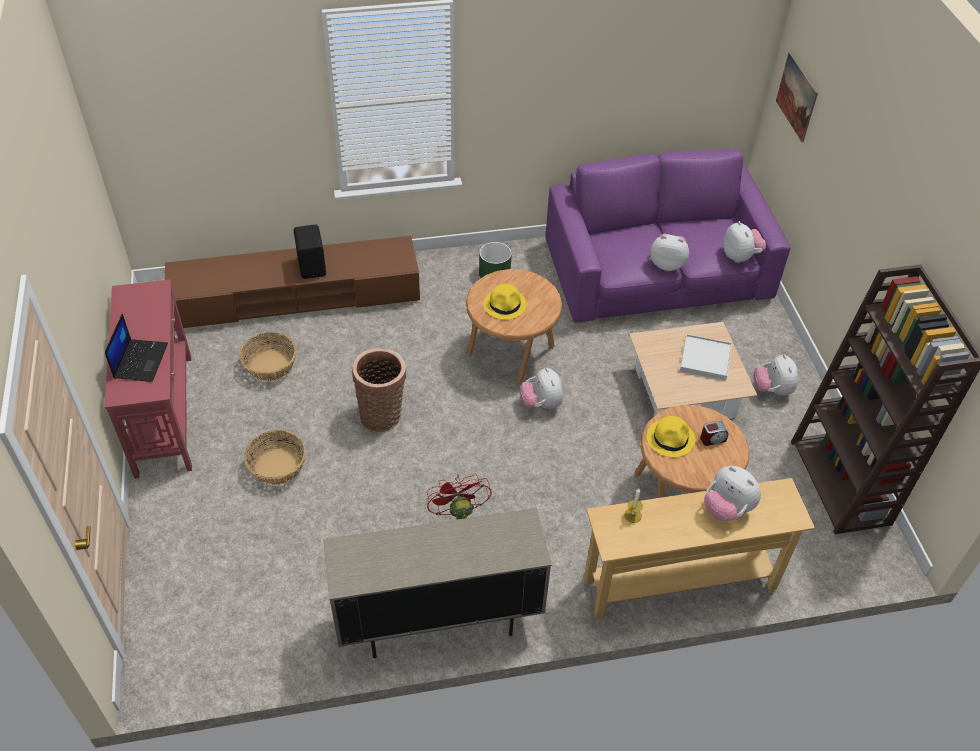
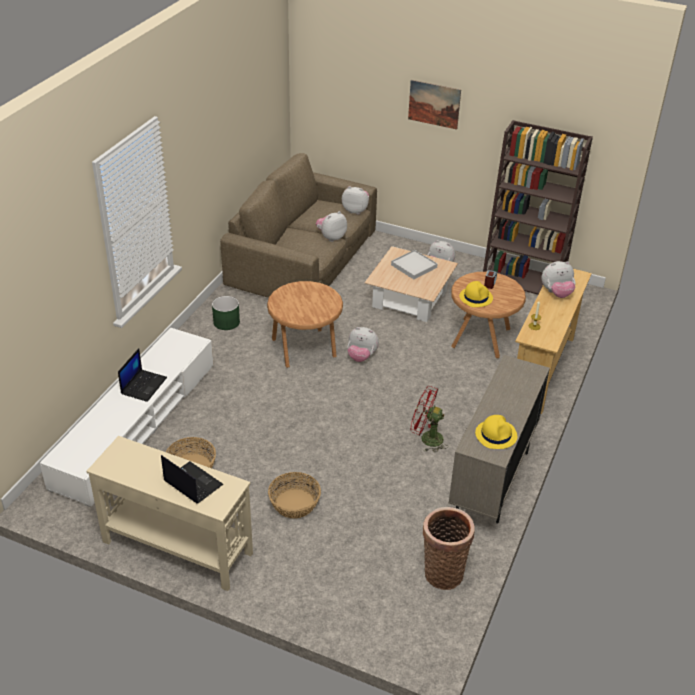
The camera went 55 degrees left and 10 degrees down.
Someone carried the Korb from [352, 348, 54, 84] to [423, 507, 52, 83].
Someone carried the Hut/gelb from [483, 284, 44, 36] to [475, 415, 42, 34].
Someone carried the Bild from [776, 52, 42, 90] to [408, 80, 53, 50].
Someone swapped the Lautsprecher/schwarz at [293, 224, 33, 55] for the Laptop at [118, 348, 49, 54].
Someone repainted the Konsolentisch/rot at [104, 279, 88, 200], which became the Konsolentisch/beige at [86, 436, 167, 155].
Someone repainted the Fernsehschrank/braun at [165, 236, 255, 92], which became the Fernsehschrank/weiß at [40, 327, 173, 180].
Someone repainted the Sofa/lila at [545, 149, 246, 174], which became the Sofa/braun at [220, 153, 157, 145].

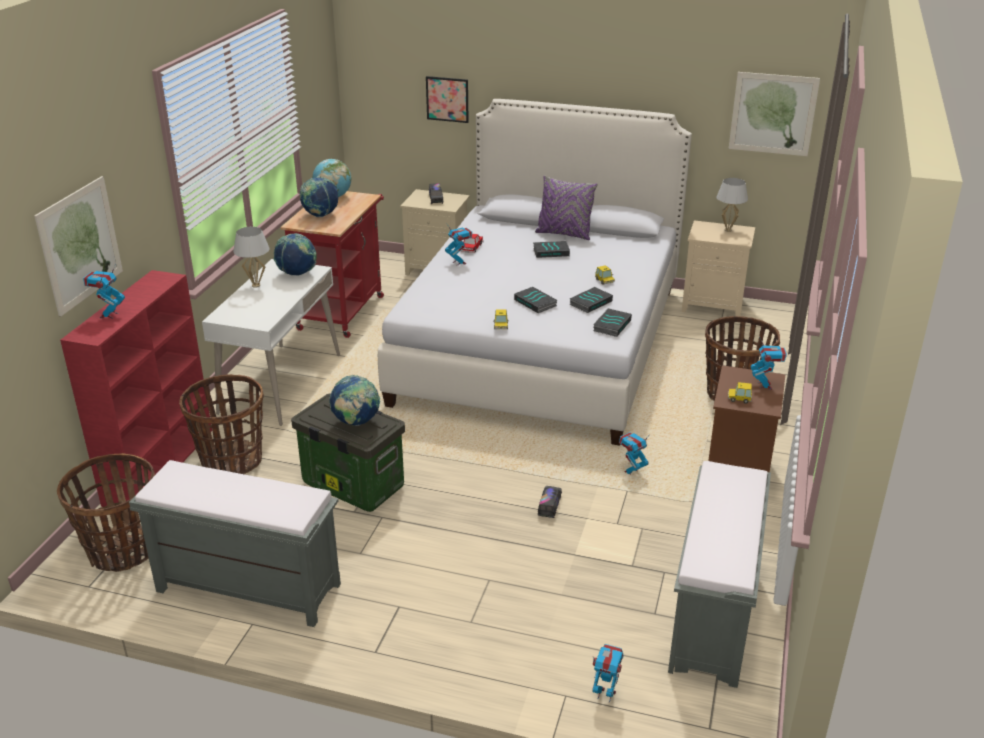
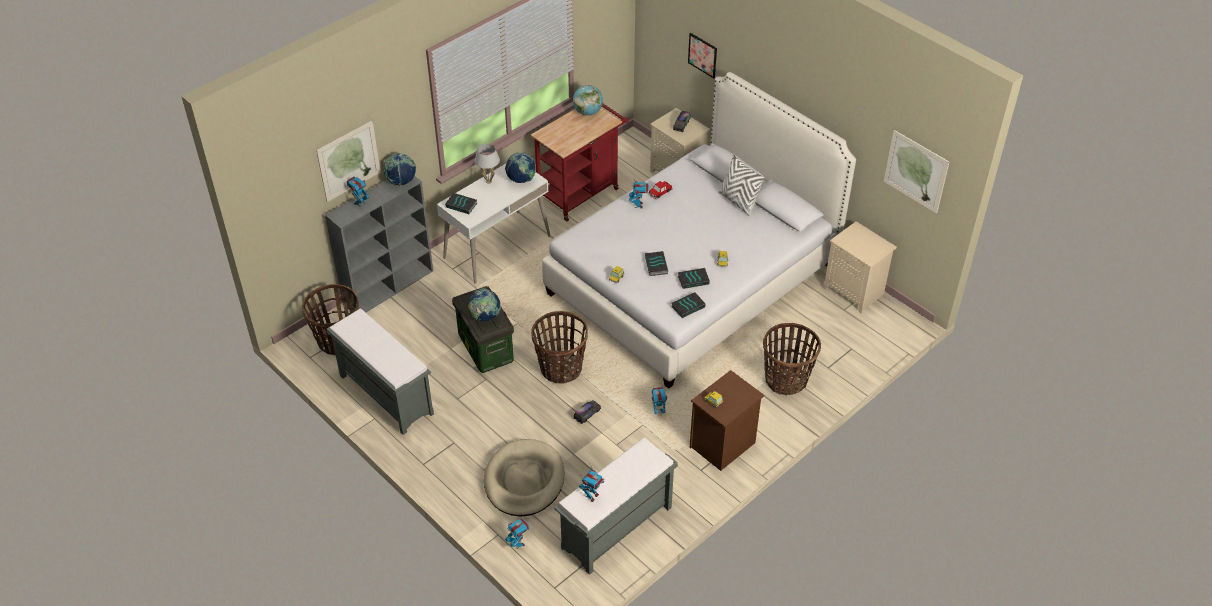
The camera went 30 degrees right and 15 degrees up.
Someone took away the Tischlampe/weiß at [716, 178, 32, 54].
Someone put down the Hundebett/beige at [484, 439, 81, 78].
Someone carried the Korb from [179, 374, 85, 100] to [531, 311, 57, 73].
Someone carried the Globus from [300, 176, 38, 41] to [383, 153, 33, 33].
Someone carried the Buch from [533, 241, 37, 17] to [445, 193, 32, 21].
Someone carried the Spielzeugroboter from [751, 336, 36, 54] to [579, 465, 25, 37].
Someone repainted the Bücherregal/rot at [60, 270, 152, 237], which became the Bücherregal/grau at [325, 176, 108, 136].
Someone repainted the Kissen/lila at [535, 175, 63, 65], which became the Kissen/weiß at [719, 154, 46, 62].

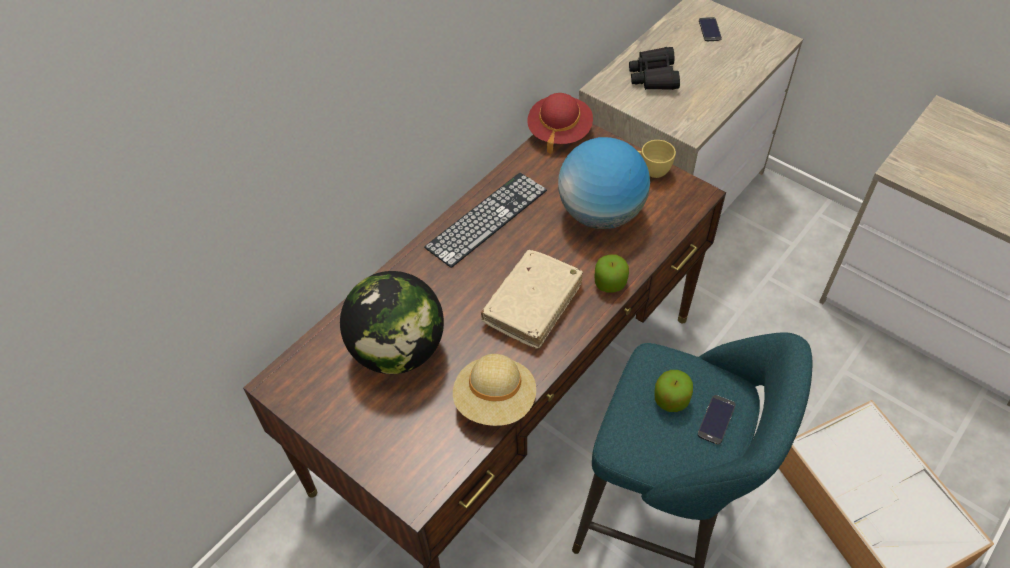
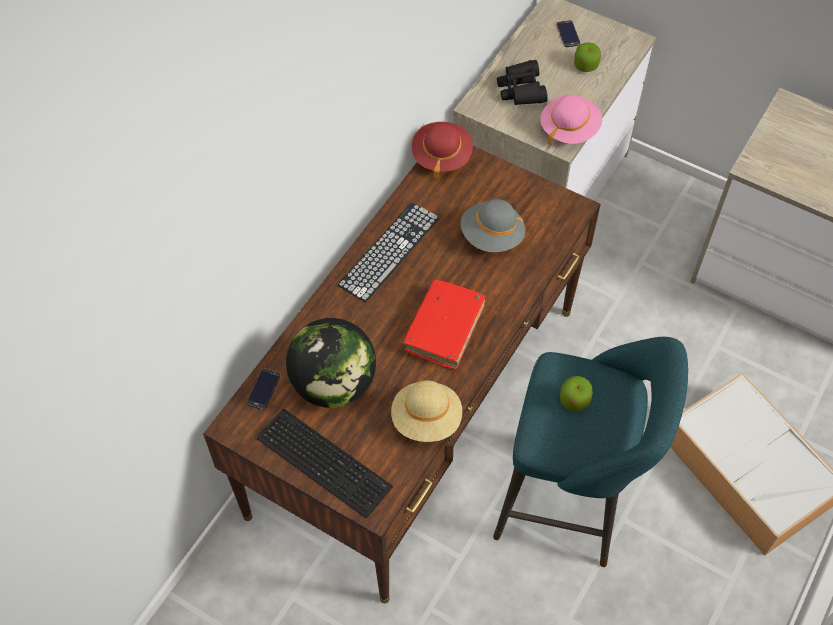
The camera went 10 degrees left and 5 degrees up.
Someone took away the Tasse/gelb at [638, 140, 38, 38].
Someone put down the Tastatur at [257, 409, 136, 109].
Someone put down the Hut/rosa at [540, 95, 62, 51].
Someone carried the Apfel from [595, 254, 34, 39] to [574, 42, 27, 30].
Someone carried the Handy from [698, 395, 38, 50] to [247, 369, 33, 41].
Someone swapped the Globus at [558, 137, 92, 92] for the Hut/grau at [461, 199, 64, 53].
Someone repainted the Buch/beige at [481, 250, 102, 99], which became the Buch/rot at [402, 280, 84, 89].

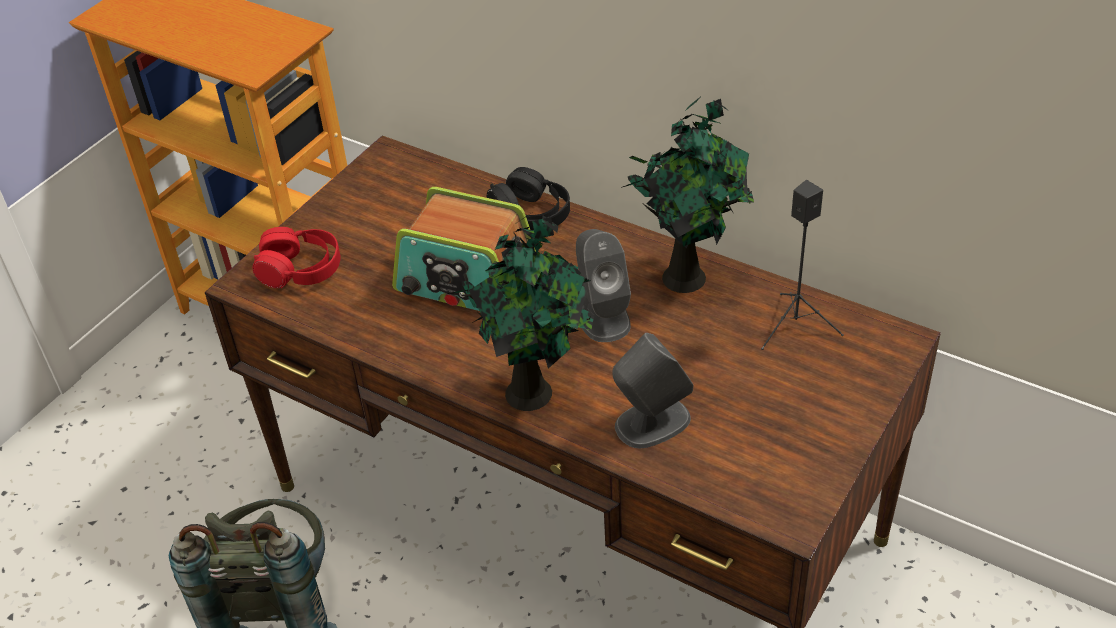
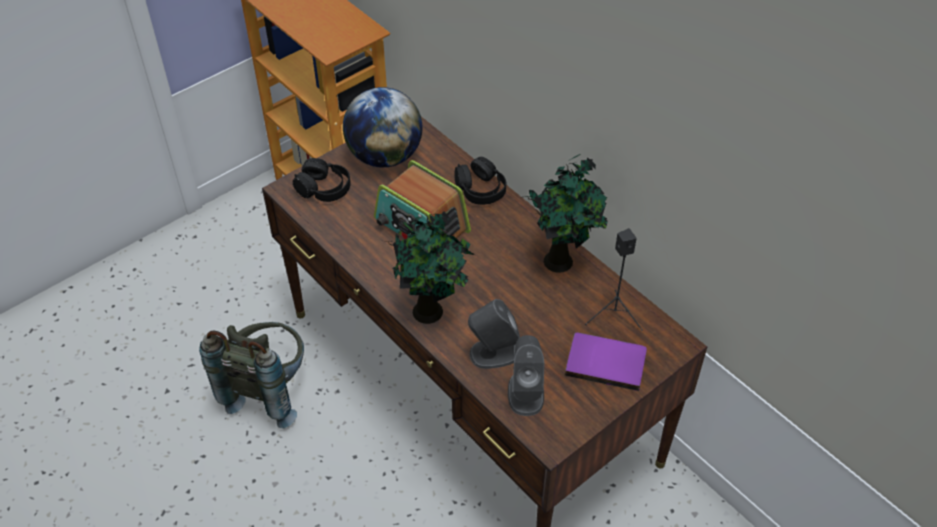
The camera went 15 degrees right and 5 degrees up.
Someone put down the Globus at [343, 87, 80, 81].
Someone put down the Buch/lila at [565, 333, 82, 58].
Someone carried the Lautsprecher/grau from [576, 229, 55, 113] to [508, 335, 37, 81].
Someone repainted the Kopfhörer/rot at [252, 227, 89, 61], which became the Kopfhörer/schwarz at [293, 158, 58, 44].

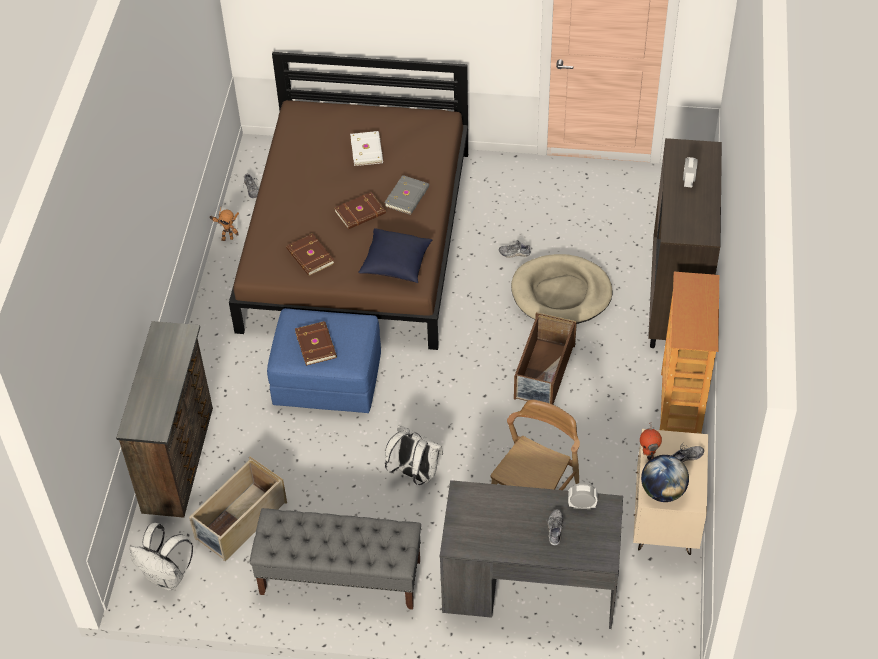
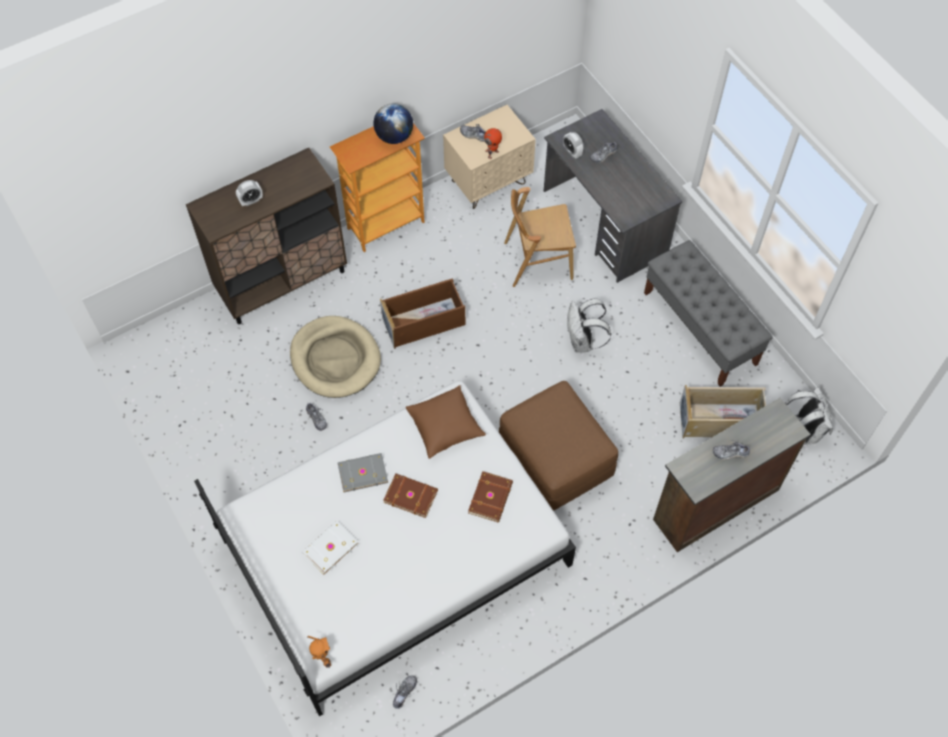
The camera went 130 degrees left and 10 degrees up.
Someone took away the Buch/braun at [295, 321, 42, 45].
Someone put down the Schuh at [713, 440, 37, 20].
Someone carried the Spielzeugroboter from [209, 208, 30, 33] to [307, 636, 24, 32].
Someone carried the Globus from [641, 455, 48, 47] to [374, 104, 39, 40].
Someone repainted the Bett/braun at [229, 52, 239, 298], which became the Bett/weiß at [194, 380, 382, 337].
Someone repainted the Polsterhocker/blau at [267, 308, 114, 105], which became the Polsterhocker/braun at [499, 381, 119, 130].
Someone repainted the Kissen/blau at [358, 228, 74, 55], which became the Kissen/braun at [406, 385, 80, 74].

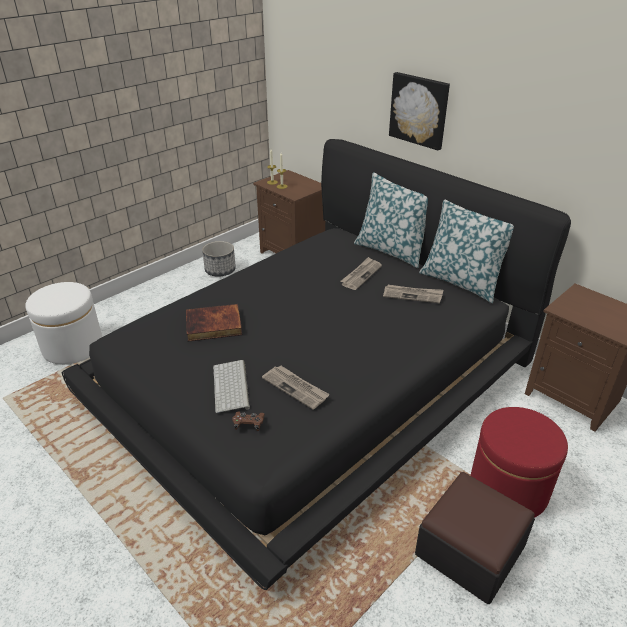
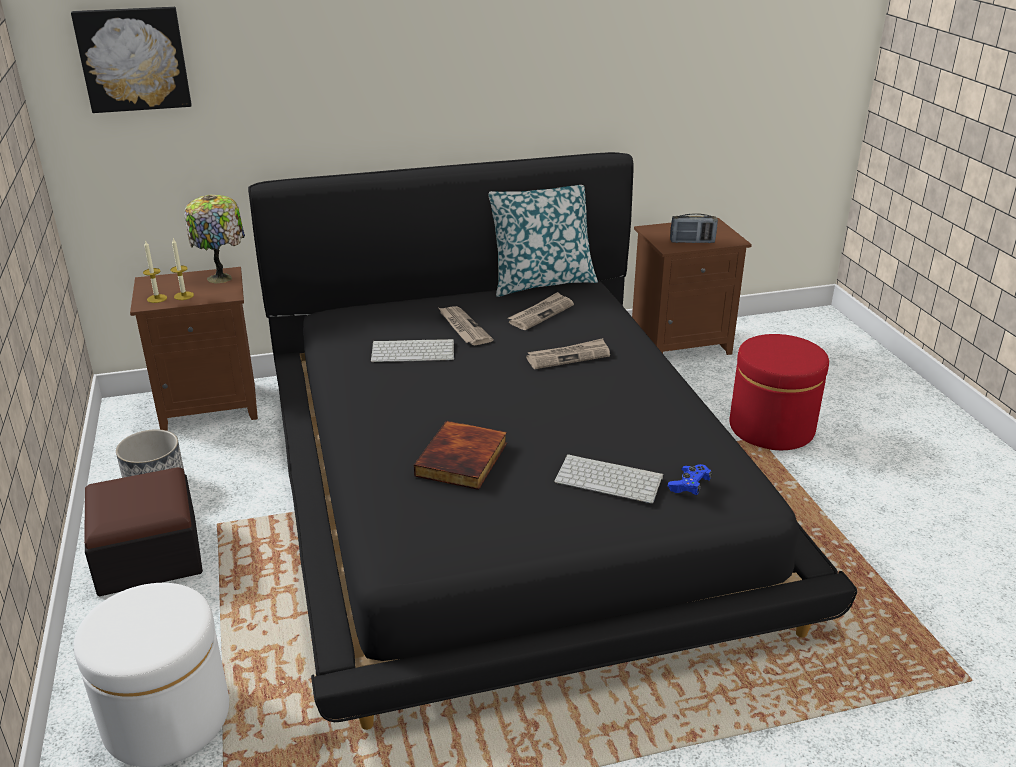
The camera went 60 degrees left and 5 degrees down.
Someone took away the Kissen at [354, 172, 74, 96].
Someone put down the Tischlampe at [184, 195, 61, 88].
Someone put down the Tastatur at [371, 339, 83, 23].
Someone put down the Radio at [670, 213, 48, 30].
Someone carried the Zeitung from [262, 366, 68, 43] to [526, 338, 84, 31].
Someone carried the Bild from [389, 72, 61, 78] to [71, 7, 121, 106].
Someone carried the Polsterhocker from [415, 472, 120, 132] to [84, 467, 119, 129].
Someone repainted the Gamepad/braun at [232, 412, 33, 19], which became the Gamepad/blau at [668, 464, 44, 31].

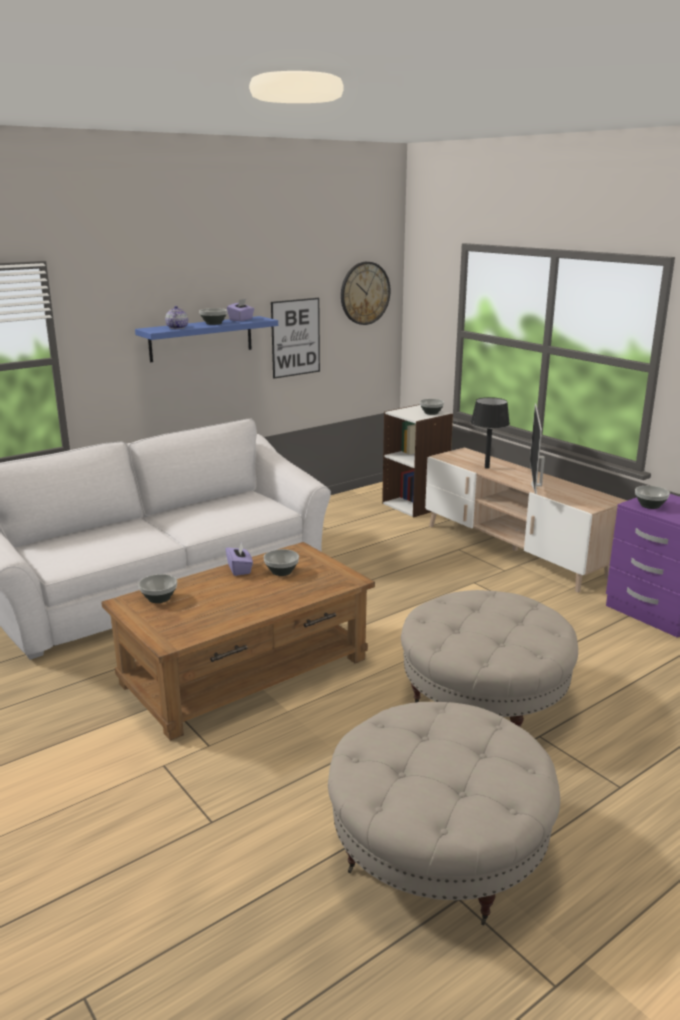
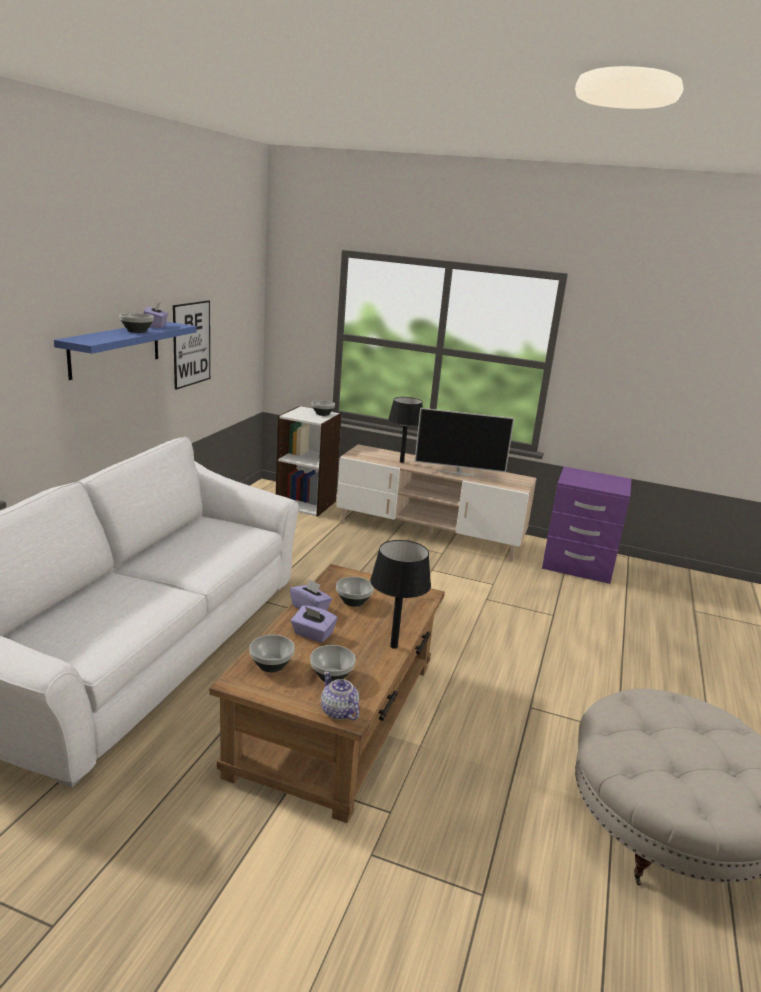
The camera went 35 degrees left and 0 degrees up.
Someone took away the Wanduhr at [341, 262, 49, 63].
Someone took away the Polsterhocker/beige at [401, 590, 177, 137].
Someone put down the Taschentuchbox/lila at [291, 605, 46, 38].
Someone put down the Tischlampe/schwarz at [370, 540, 61, 109].
Someone carried the Teekanne from [165, 306, 23, 23] to [321, 672, 38, 48].
Someone carried the Schüssel from [635, 486, 35, 23] to [310, 645, 46, 37].
Someone rotated the Fernseher at [530, 403, 15, 91] by 60 degrees counterclockwise.

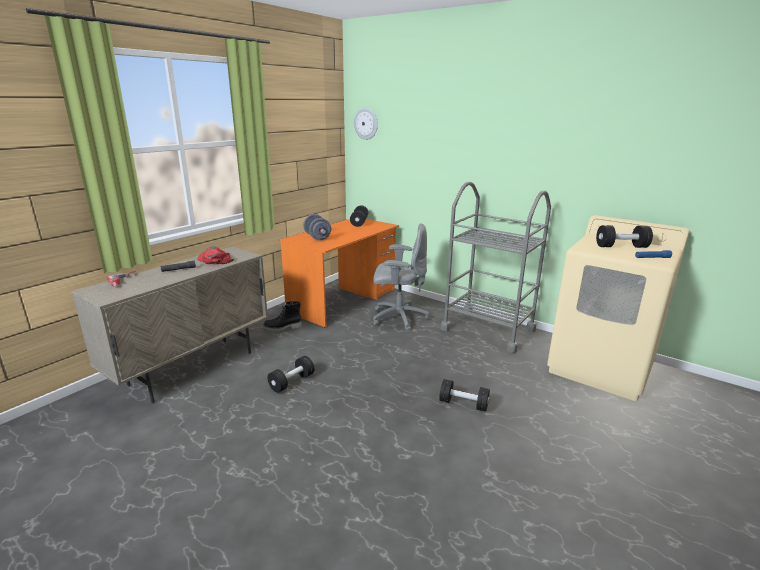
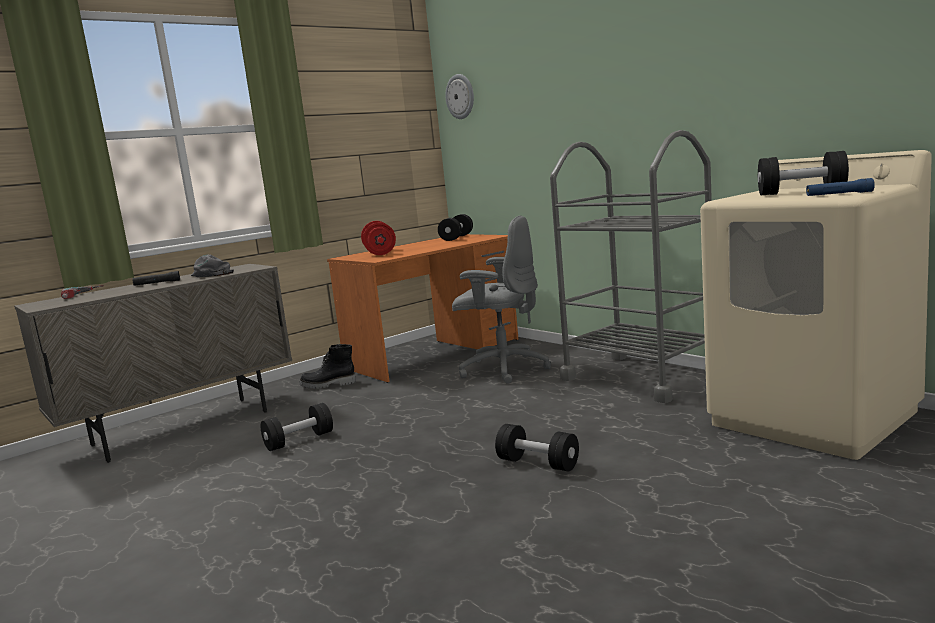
The camera went 15 degrees right and 10 degrees down.
Someone repainted the Kappe/rot at [197, 246, 37, 18], which became the Kappe/grau at [191, 254, 43, 23].
Someone repainted the Hantel/grau at [303, 214, 28, 26], which became the Hantel/rot at [361, 221, 35, 34].

